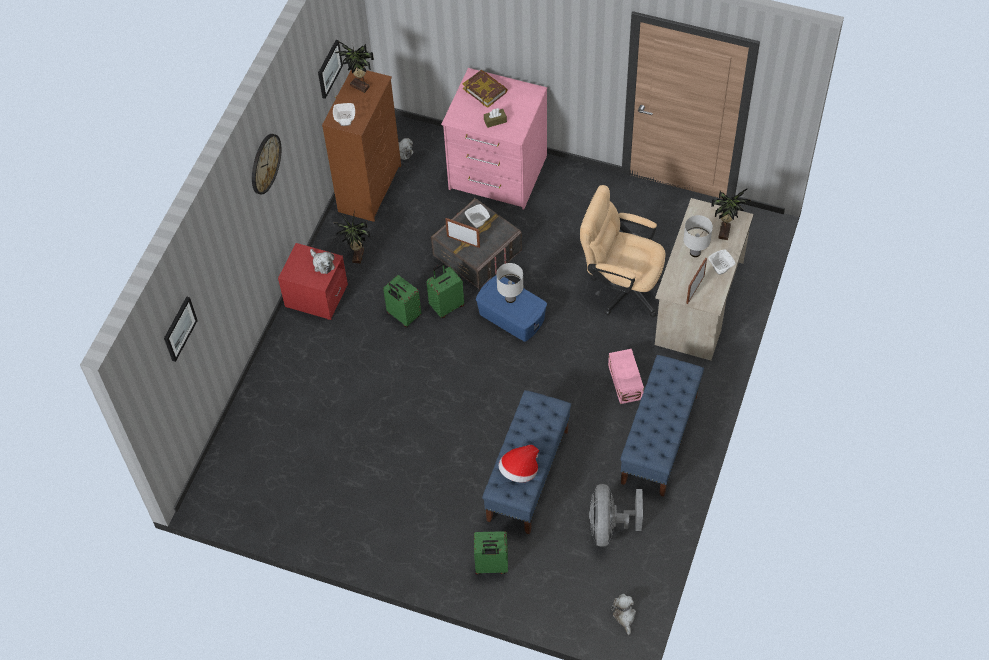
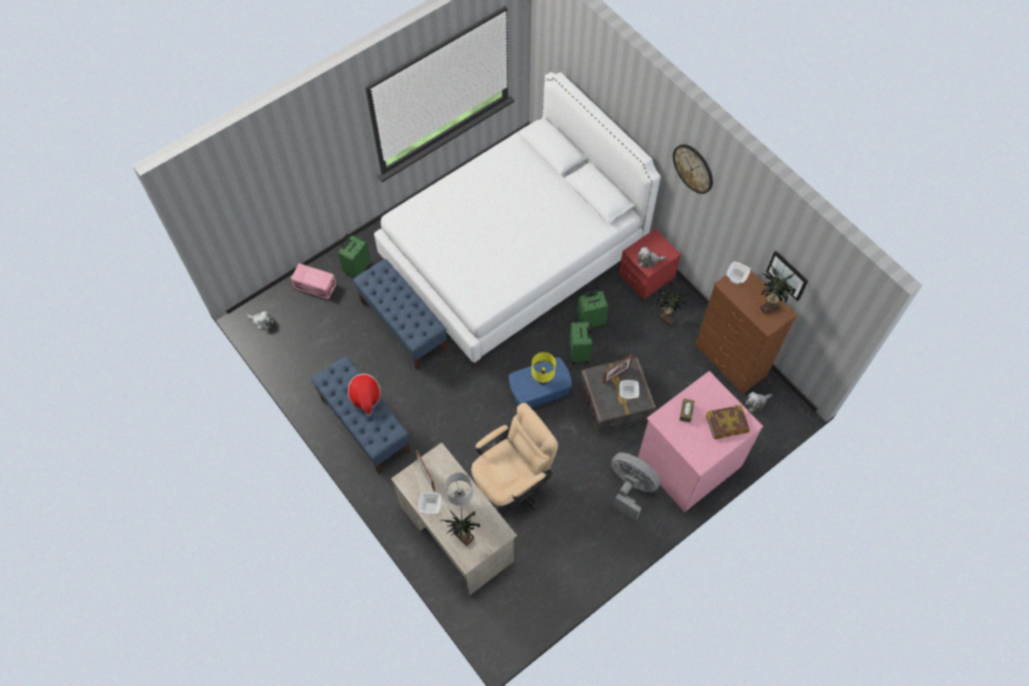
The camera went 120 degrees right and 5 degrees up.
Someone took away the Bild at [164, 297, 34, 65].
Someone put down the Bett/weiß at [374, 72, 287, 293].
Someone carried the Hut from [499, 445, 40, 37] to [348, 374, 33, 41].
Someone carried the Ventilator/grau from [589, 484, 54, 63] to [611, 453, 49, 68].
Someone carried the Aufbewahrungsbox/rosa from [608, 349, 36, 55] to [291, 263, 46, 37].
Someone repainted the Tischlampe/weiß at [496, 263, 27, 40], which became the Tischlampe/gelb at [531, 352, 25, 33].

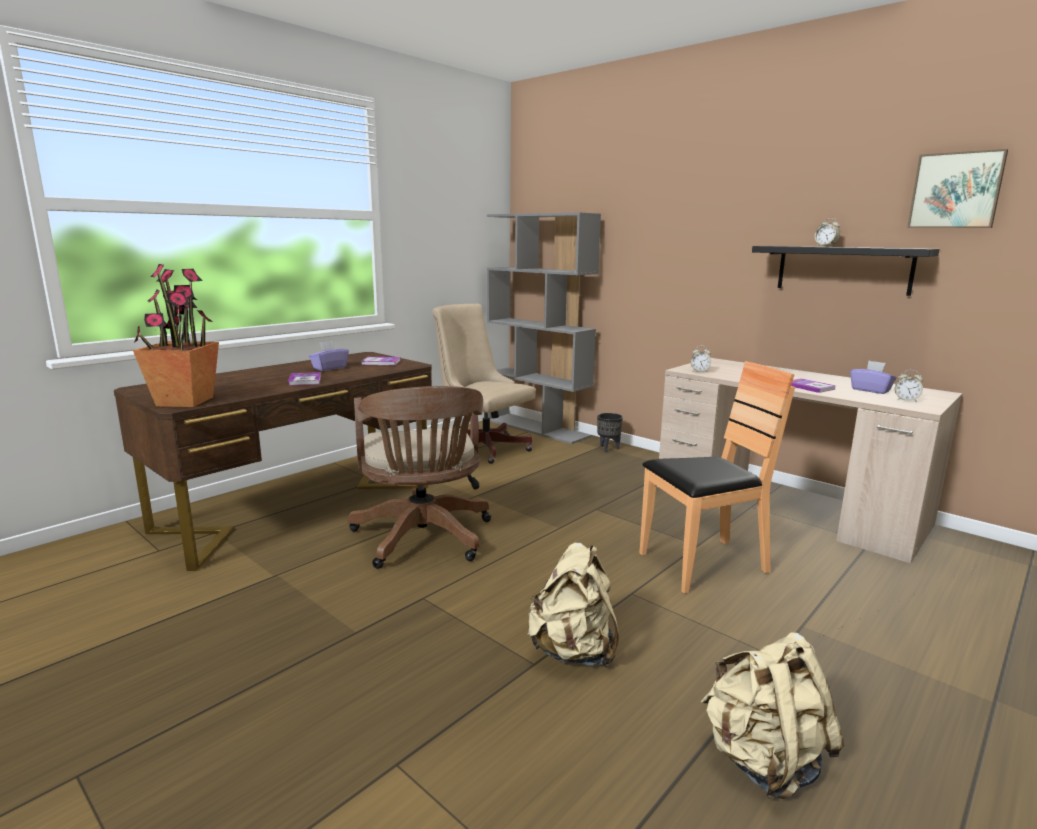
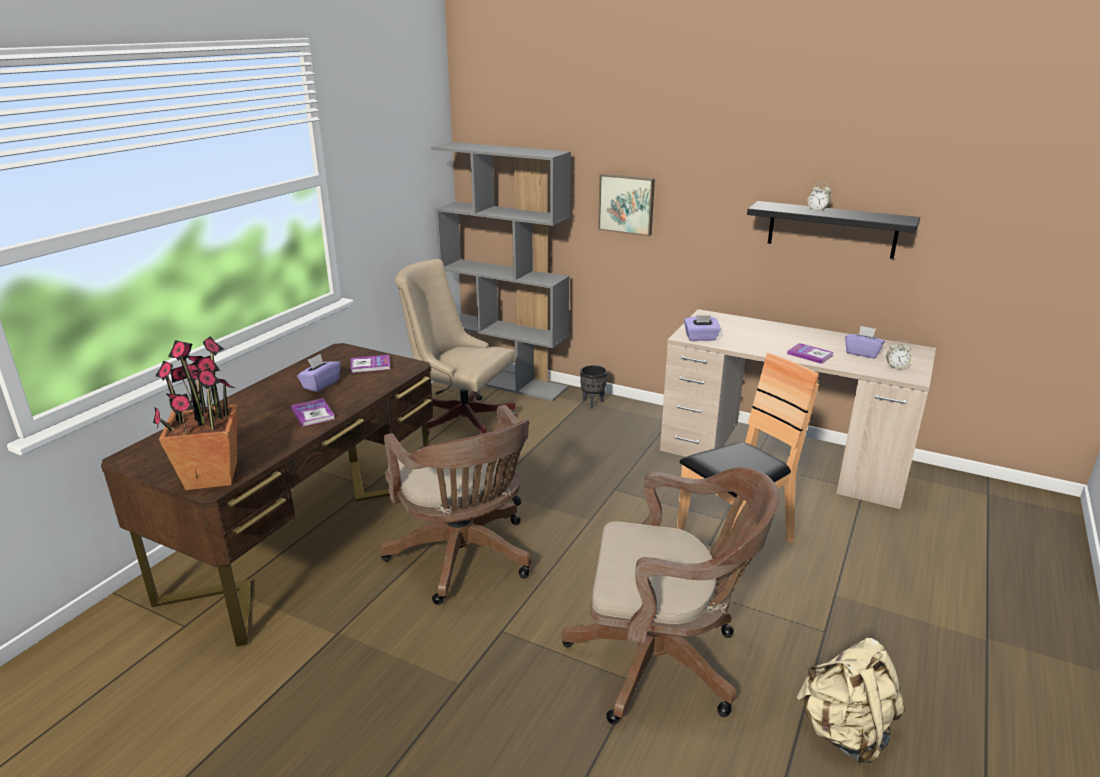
The camera went 15 degrees left and 10 degrees up.
Someone carried the Bild from [907, 149, 101, 79] to [598, 174, 57, 62].
Someone swapped the Rucksack/beige at [527, 542, 92, 125] for the Bürostuhl/braun at [561, 467, 218, 257].
Someone swapped the Wecker at [691, 346, 20, 26] for the Taschentuchbox/lila at [684, 315, 37, 26].

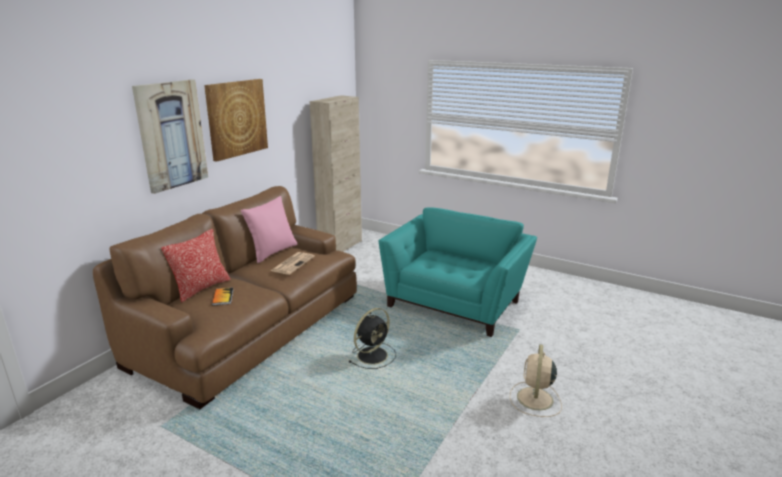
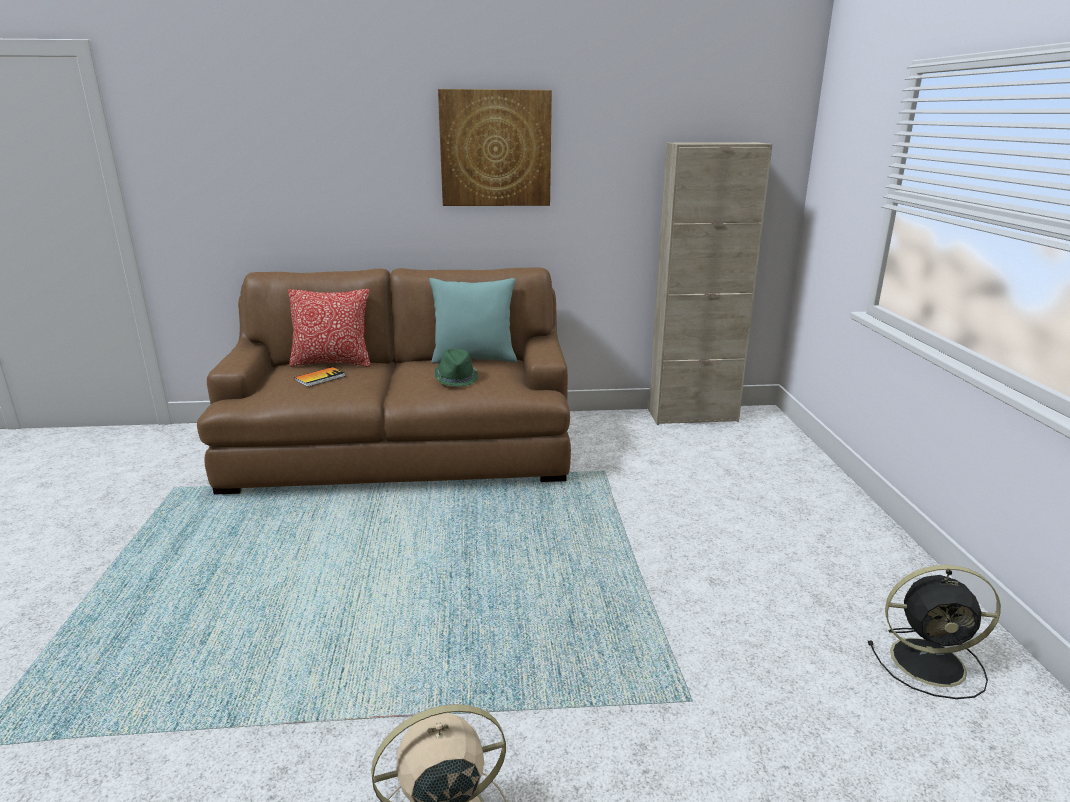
The camera went 55 degrees right and 0 degrees up.
Someone took away the Bild at [132, 79, 76, 115].
Someone took away the Sessel/türkis at [379, 208, 158, 129].
Someone carried the Ventilator/schwarz from [349, 308, 47, 61] to [868, 565, 133, 134].
Someone swapped the Zeitung at [271, 252, 44, 23] for the Hut/grün at [435, 349, 43, 38].
Someone repainted the Kissen/rosa at [241, 196, 57, 67], which became the Kissen/türkis at [429, 278, 88, 86].

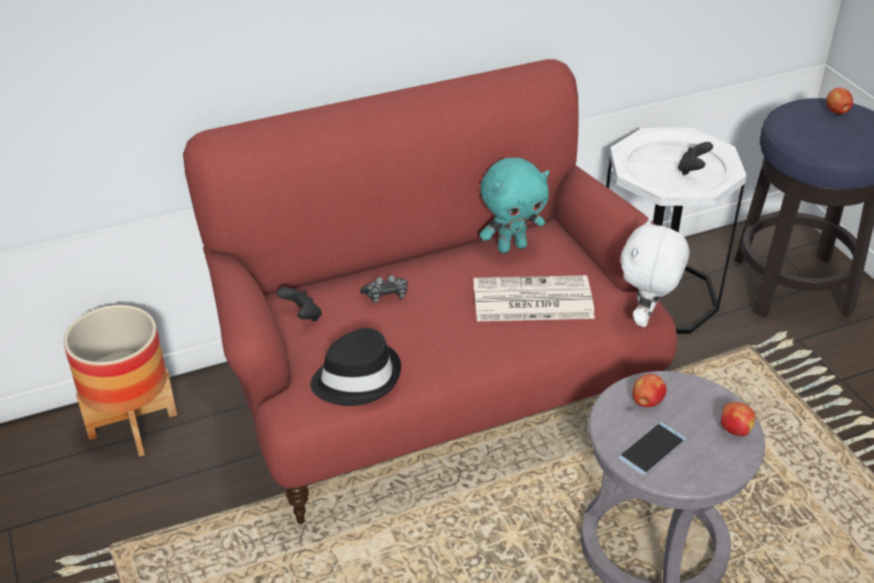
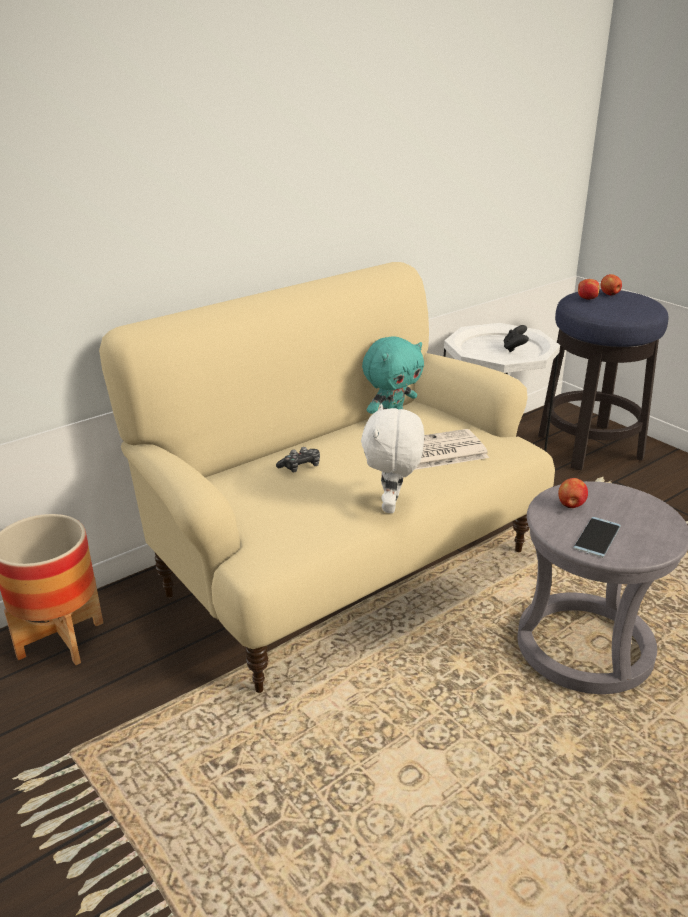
The camera went 15 degrees left and 10 degrees down.
Someone took away the Gamepad/schwarz at [277, 287, 45, 34].
Someone took away the Hut/schwarz at [310, 328, 91, 78].
Someone carried the Plüschtier/weiß from [621, 217, 68, 110] to [361, 404, 63, 109].
Someone carried the Apfel from [721, 402, 35, 34] to [578, 279, 21, 20].
Someone repainted the Sofa/rot at [183, 59, 495, 465], which became the Sofa/beige at [99, 262, 456, 431].

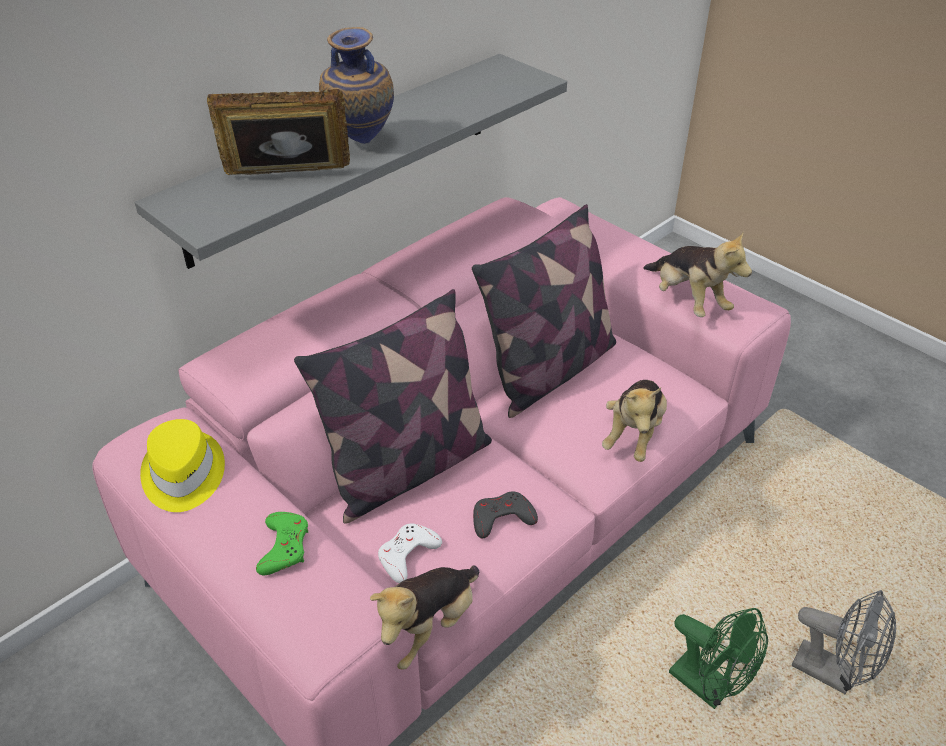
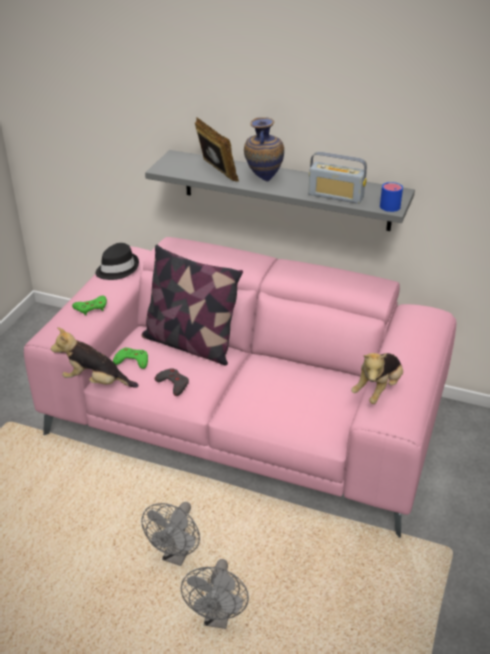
The camera went 65 degrees right and 5 degrees down.
Someone took away the Kissen at [472, 204, 144, 214].
Someone took away the Plüschtier at [602, 380, 65, 82].
Someone put down the Radio at [308, 152, 59, 52].
Someone put down the Henkelbecher/blau at [380, 182, 23, 30].
Someone repainted the Hut/gelb at [140, 419, 85, 93], which became the Hut/schwarz at [96, 243, 43, 37].
Someone repainted the Gamepad/weiß at [378, 523, 64, 60], which became the Gamepad/grün at [113, 348, 35, 21].
Someone repainted the Ventilator/grün at [669, 608, 99, 101], which became the Ventilator/grau at [141, 502, 59, 64].

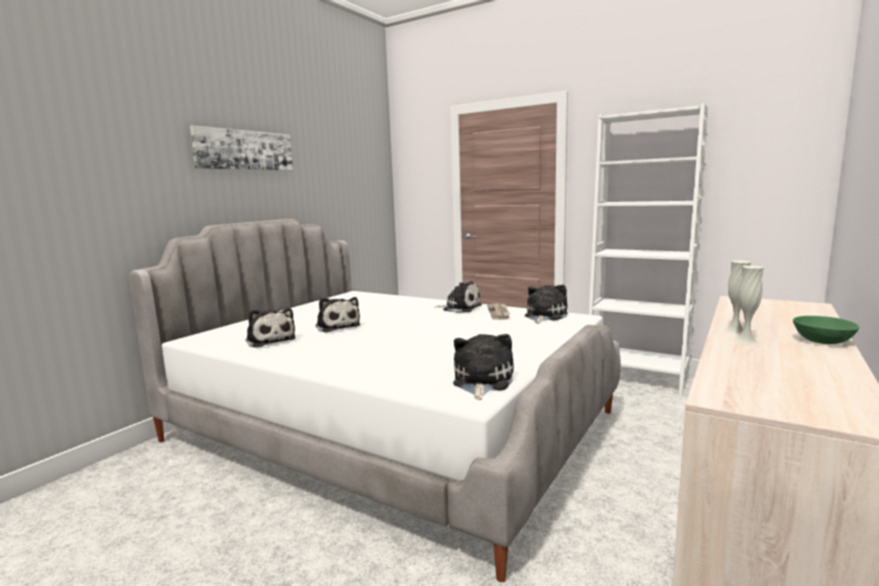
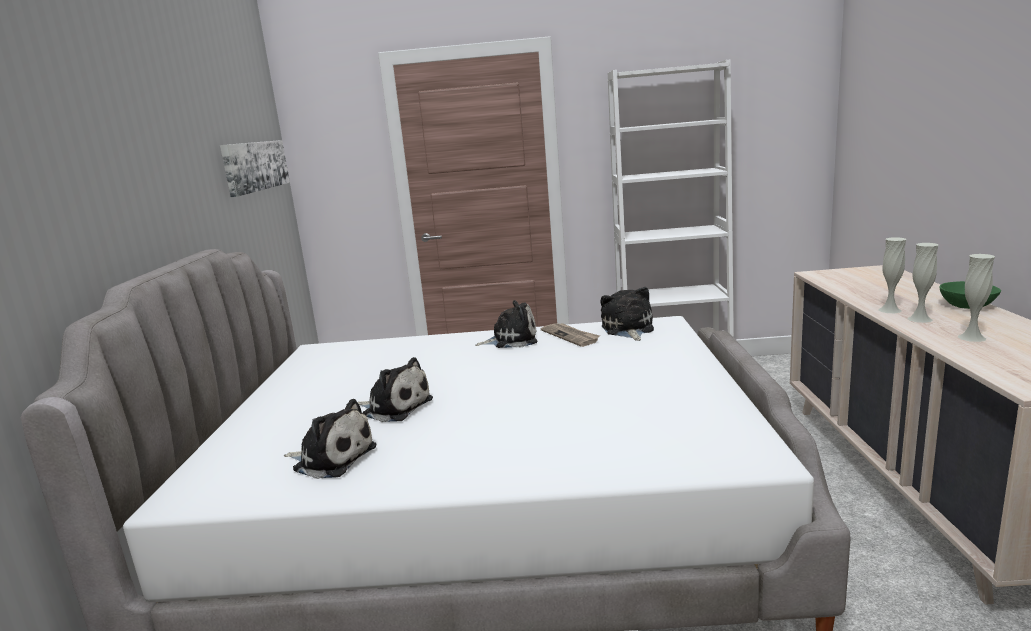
The camera went 30 degrees left and 5 degrees up.
Someone took away the Plüschtier at [453, 334, 61, 66].
Someone put down the Vase/weiß at [958, 254, 37, 88].
Someone carried the Bild from [190, 125, 103, 45] to [220, 140, 70, 57].

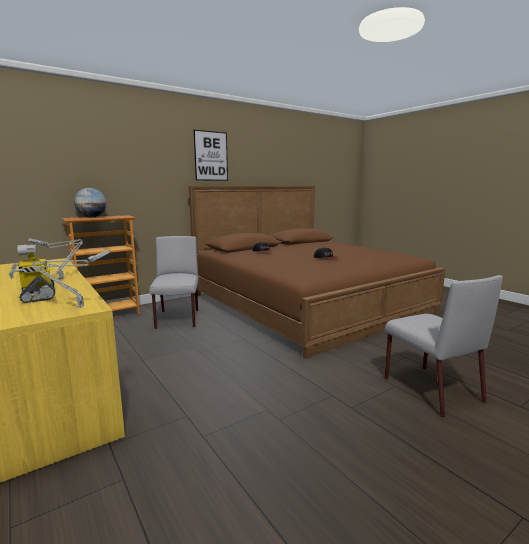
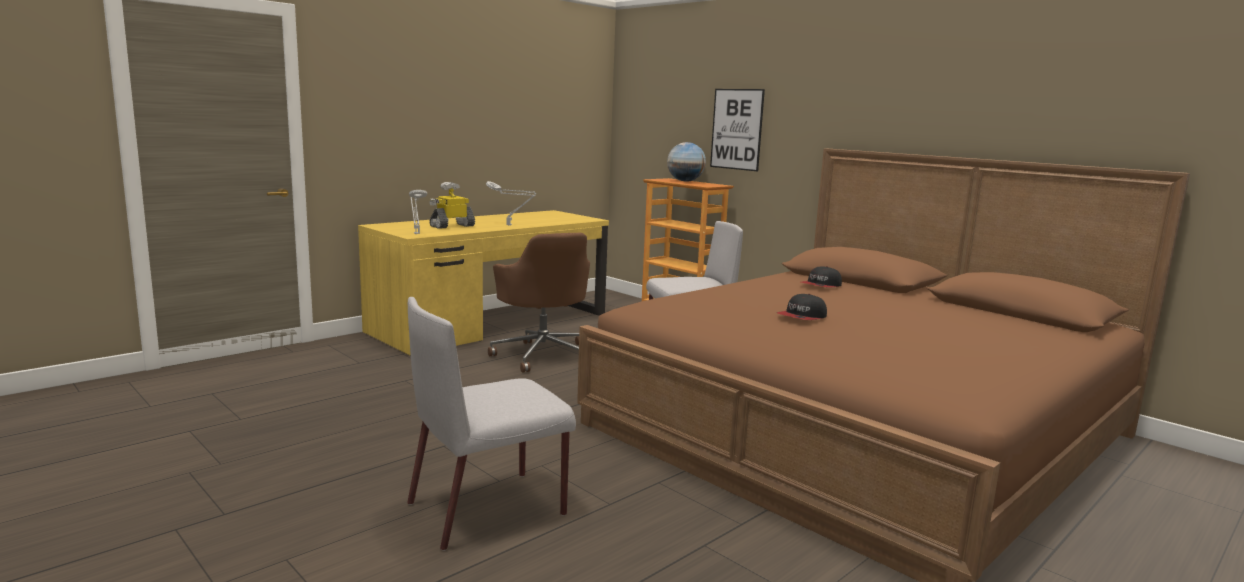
The camera went 80 degrees right and 0 degrees up.
Someone put down the Bürostuhl/braun at [488, 233, 102, 140].
Someone carried the Bild from [194, 130, 34, 51] to [710, 89, 55, 82].

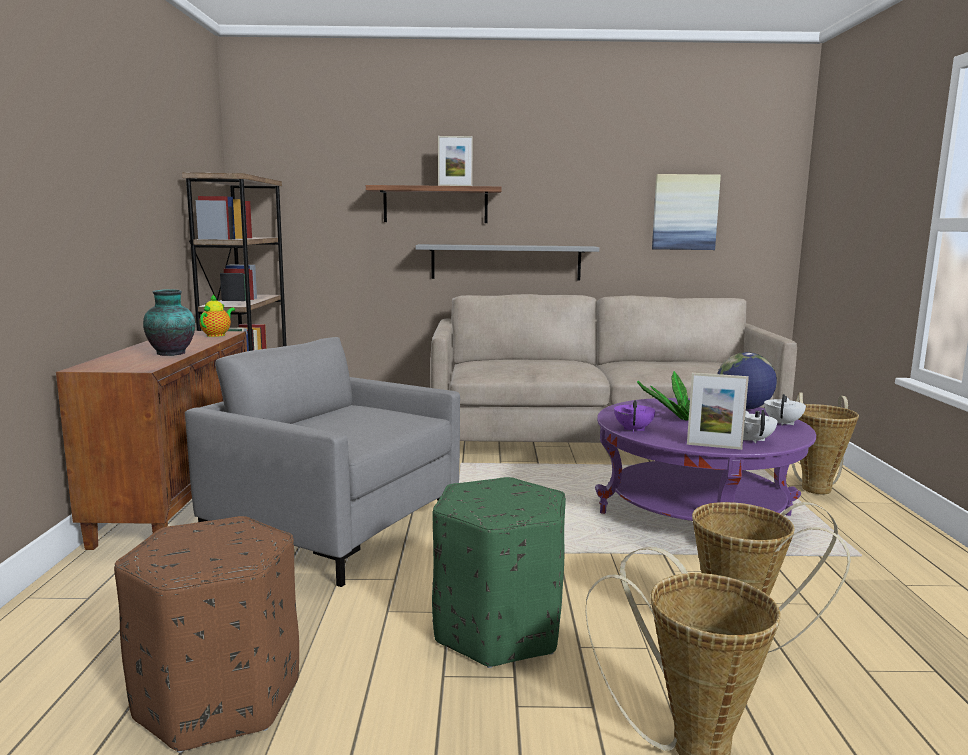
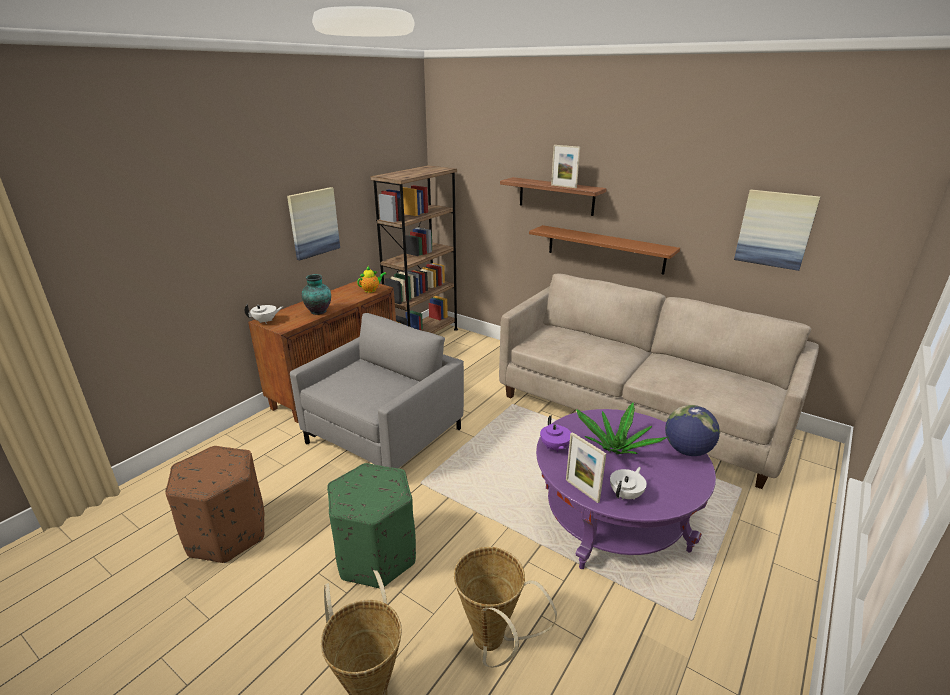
The camera went 35 degrees right and 15 degrees up.
Someone took away the Korb at [791, 392, 68, 102].
Someone put up the Bild at [287, 187, 53, 74].
Someone carried the Teekanne/weiß from [764, 394, 42, 32] to [244, 304, 39, 20].
Someone repainted the Wandregal/grau at [416, 244, 183, 36], which became the Wandregal/braun at [529, 225, 151, 50].
Someone rotated the Sessel/grau at [185, 337, 275, 250] by 60 degrees clockwise.
Someone rotated the Teekanne/lila at [614, 400, 41, 33] by 120 degrees clockwise.

